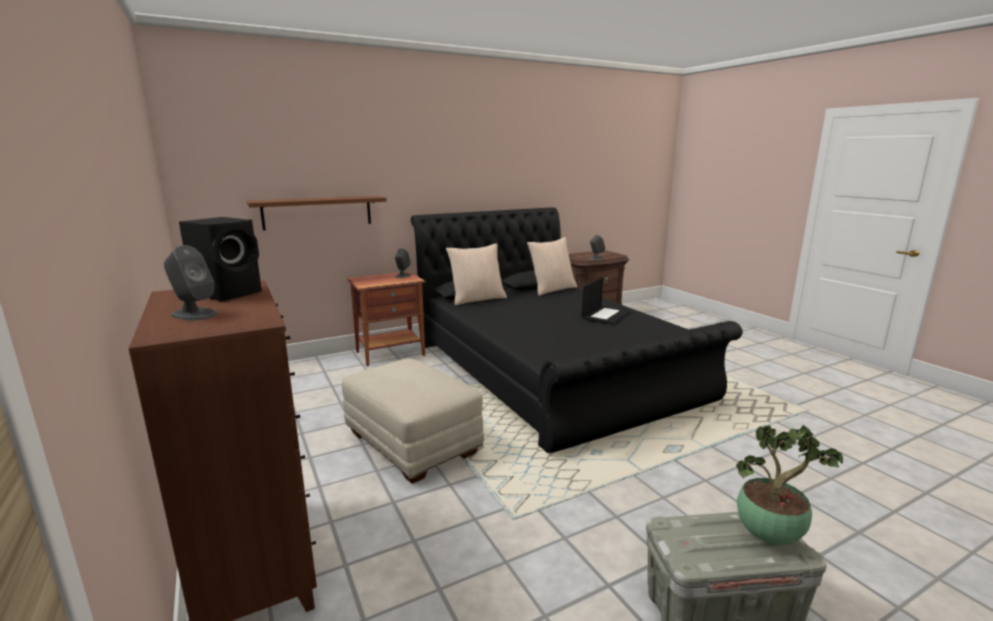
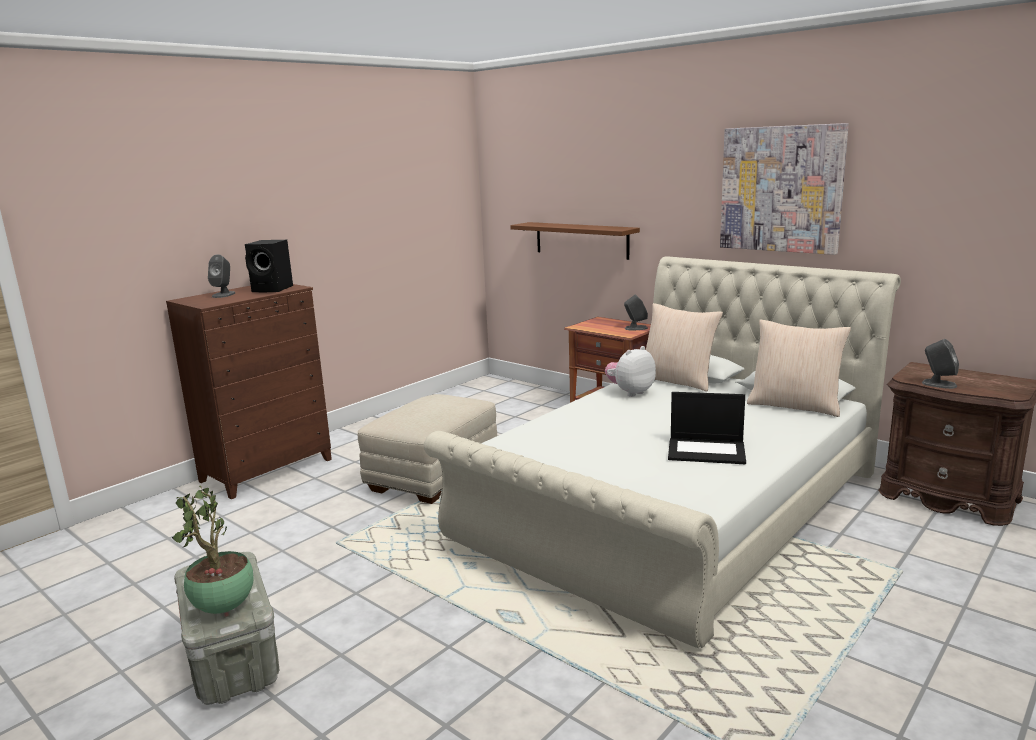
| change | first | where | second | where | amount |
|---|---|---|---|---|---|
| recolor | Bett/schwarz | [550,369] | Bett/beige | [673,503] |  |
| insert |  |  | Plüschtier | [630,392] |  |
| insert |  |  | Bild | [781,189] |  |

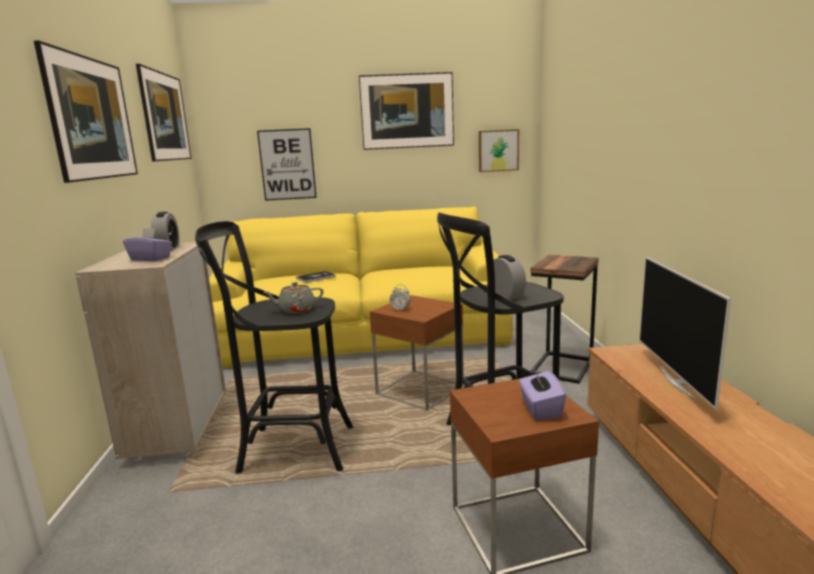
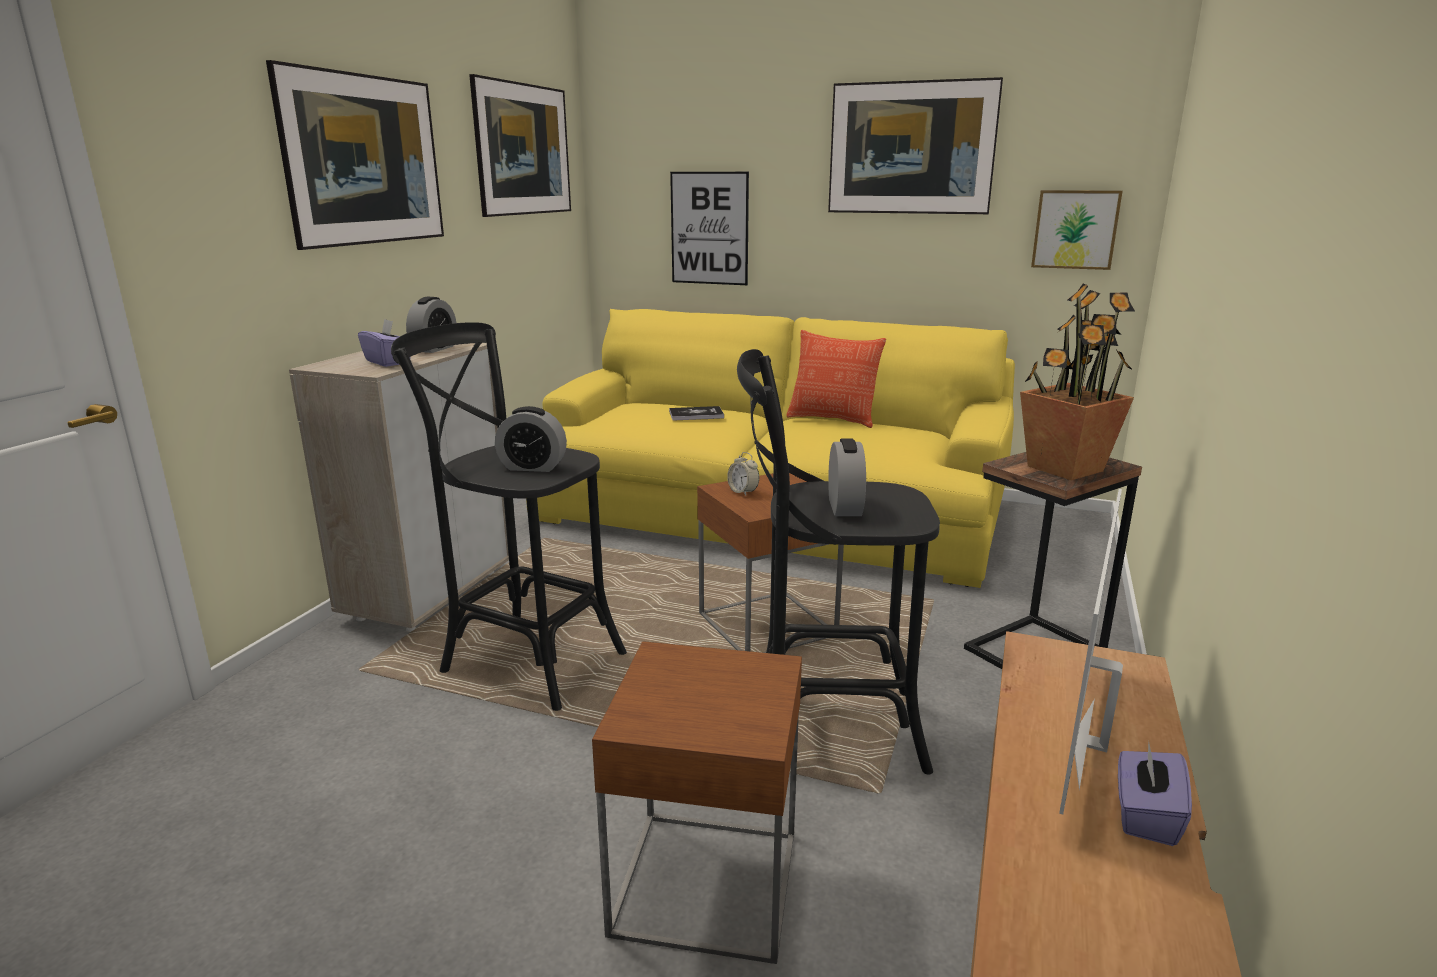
| change | first | where | second | where | amount |
|---|---|---|---|---|---|
| replace | Teekanne/grau | [296,310] | Wecker | [533,467] |  |
| move | Taschentuchbox/lila | [540,409] |  | [1145,816] |  |
| insert |  |  | Kissen/orange | [833,419] |  |
| insert |  |  | Topfpflanze | [1065,468] |  |

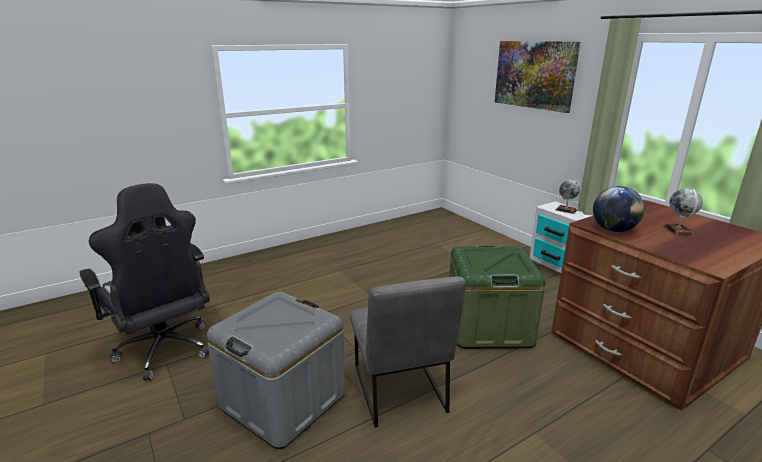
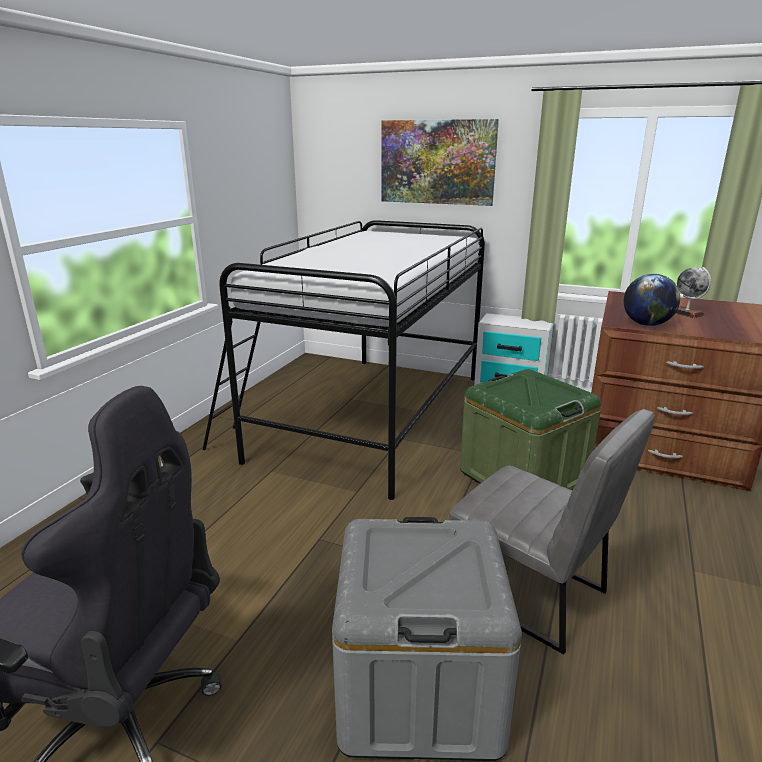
| change | first | where | second | where | amount |
|---|---|---|---|---|---|
| delete | Globus | [566,210] |  |  |  |
| insert |  |  | Bett/schwarz | [370,416] |  |

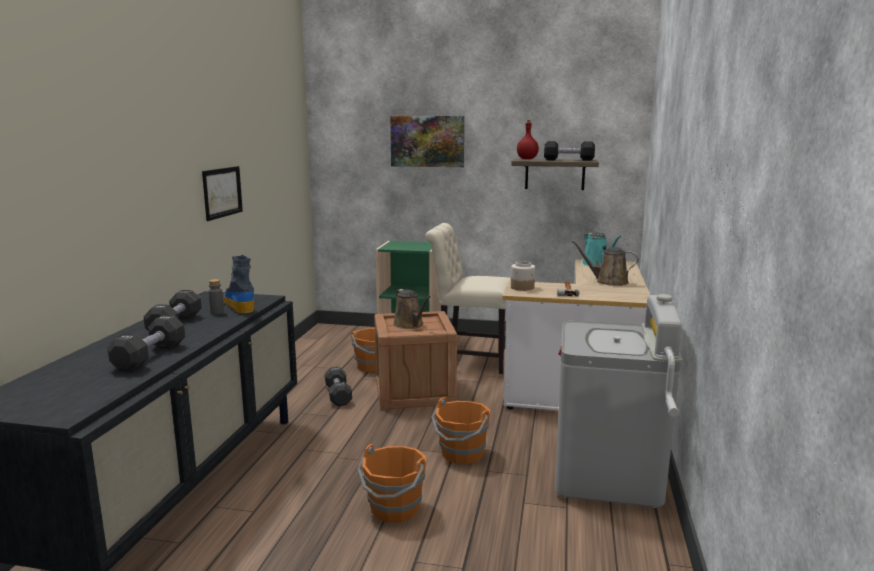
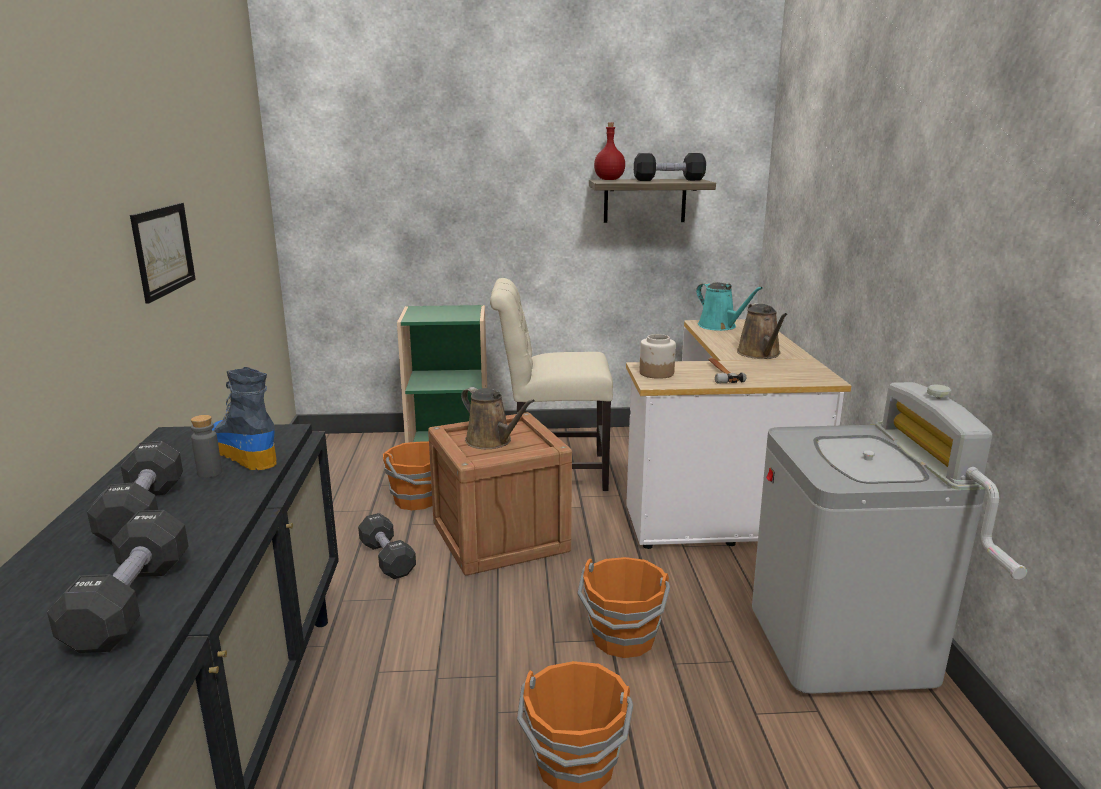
| change | first | where | second | where | amount |
|---|---|---|---|---|---|
| delete | Bild | [427,141] |  |  |  |
| rotate | Gießkanne/braun | [608,282] |  | [760,354] | 105 degrees counterclockwise |

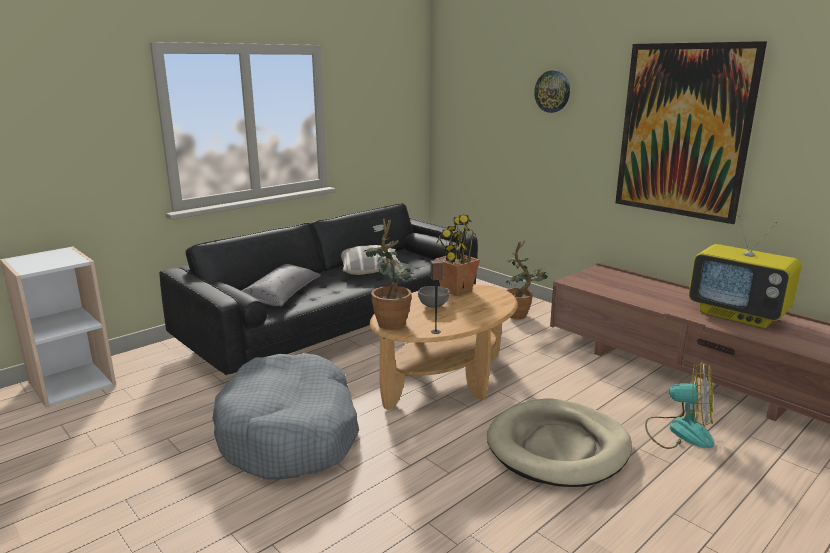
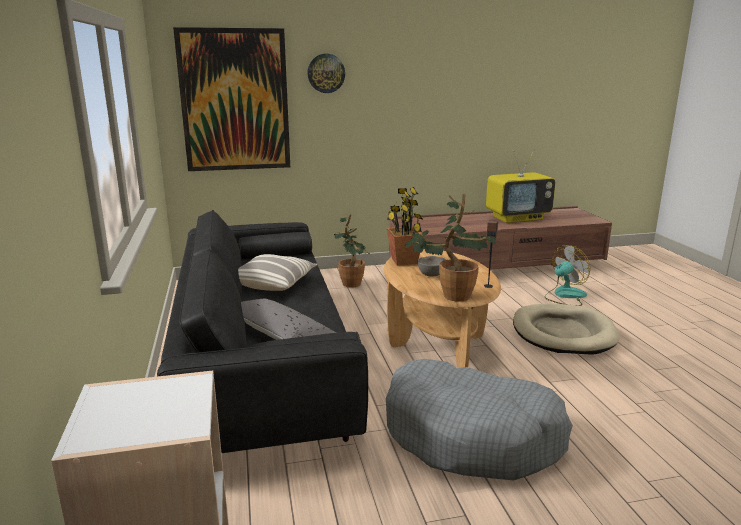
| change | first | where | second | where | amount |
|---|---|---|---|---|---|
| move | Bild | [683,131] |  | [235,101] |  |

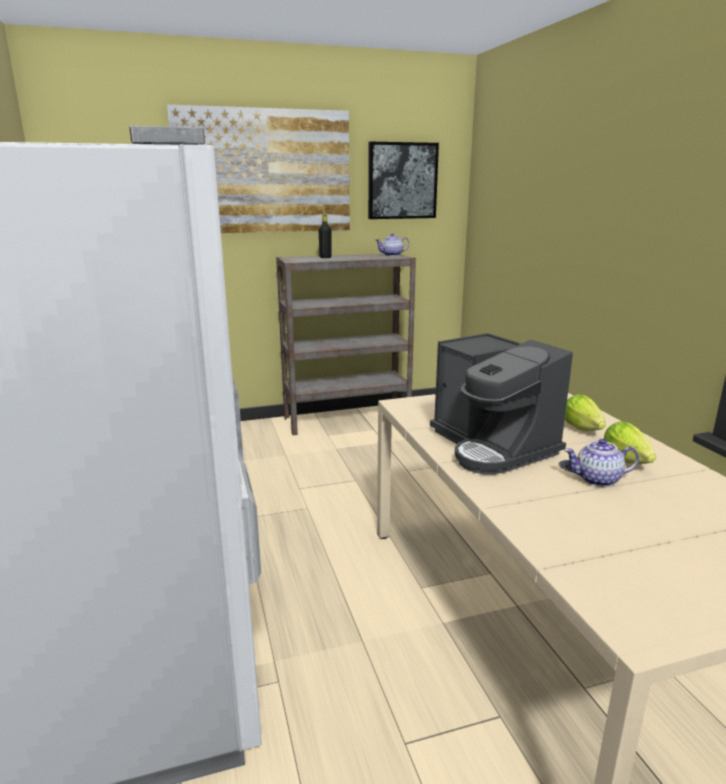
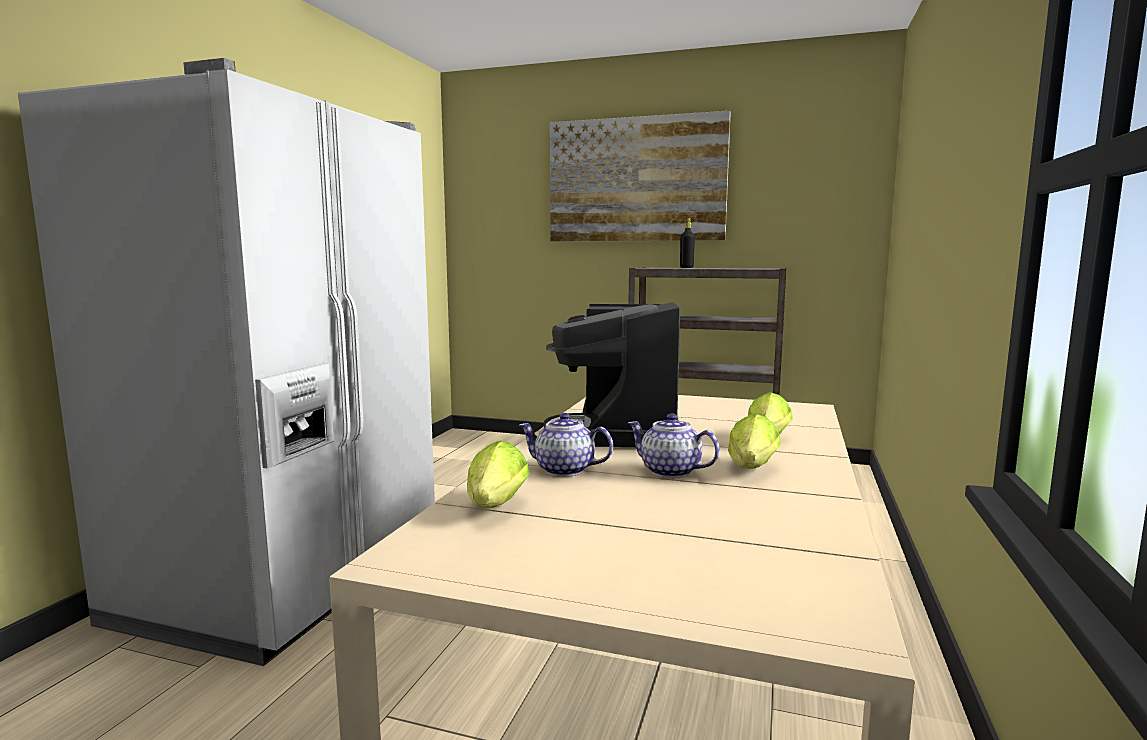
| change | first | where | second | where | amount |
|---|---|---|---|---|---|
| delete | Bild | [402,181] |  |  |  |
| move | Teekanne | [392,255] |  | [563,470] |  |
| insert |  |  | Salatkopf | [495,508] |  |

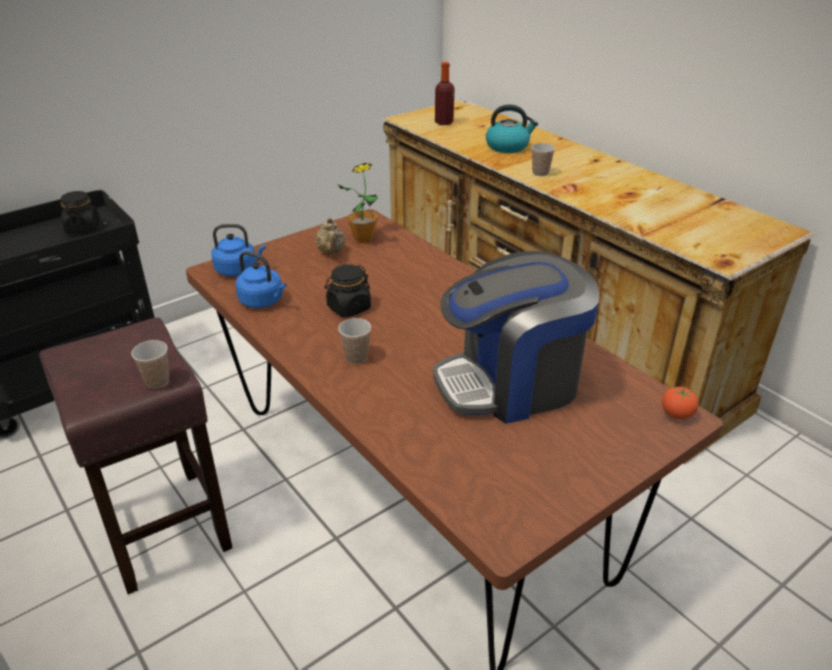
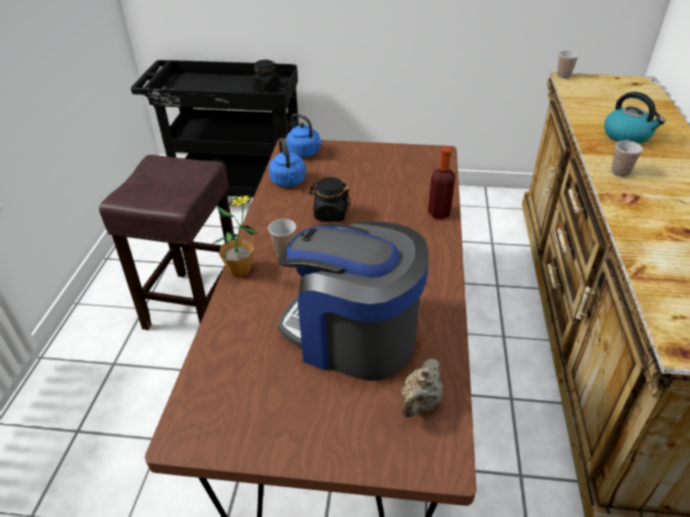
| change | first | where | second | where | amount |
|---|---|---|---|---|---|
| move | Tasse | [157,381] |  | [563,76] |  |
| move | Teekanne/beige | [331,252] |  | [420,403] |  |
| move | Topfpflanze | [363,239] |  | [240,270] |  |
| move | Flasche | [444,122] |  | [439,213] |  |
| delete | Tomate | [676,415] |  |  |  |

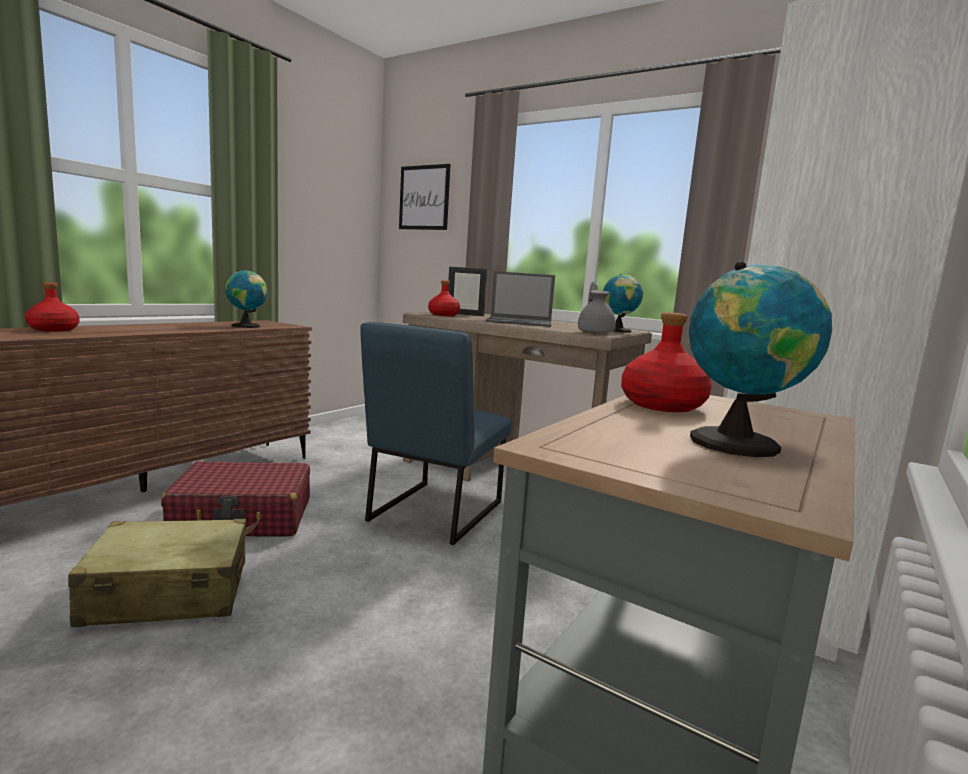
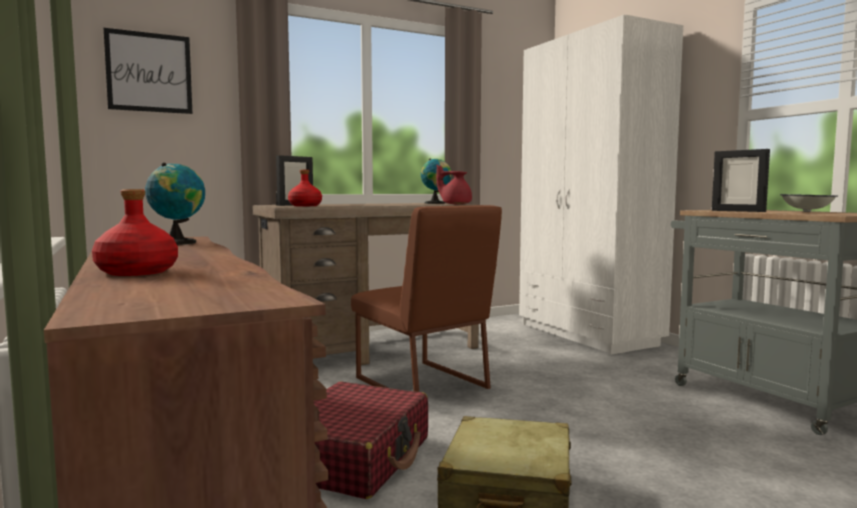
| change | first | where | second | where | amount |
|---|---|---|---|---|---|
| recolor | Stuhl/blau | [433,512] | Stuhl/braun | [423,384] |  |
| delete | Laptop | [520,322] |  |  |  |
| recolor | Teekanne/grau | [595,333] | Teekanne/rot | [455,204] |  |
| replace | Flasche/rot | [663,405] | Bilderrahmen | [738,211] |  |
| replace | Globus | [739,444] | Schüssel | [806,212] |  |

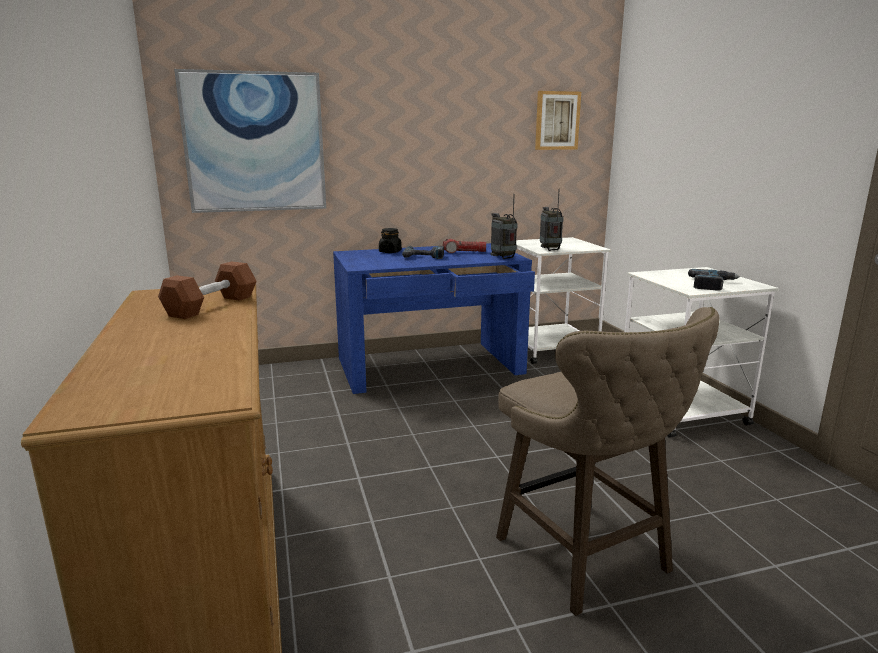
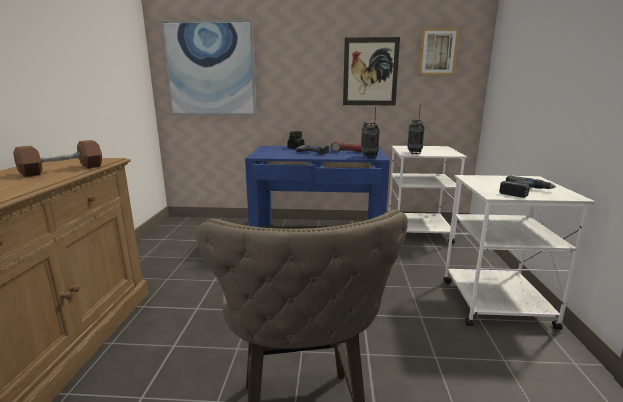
| change | first | where | second | where | amount |
|---|---|---|---|---|---|
| insert |  |  | Bild | [370,72] |  |

